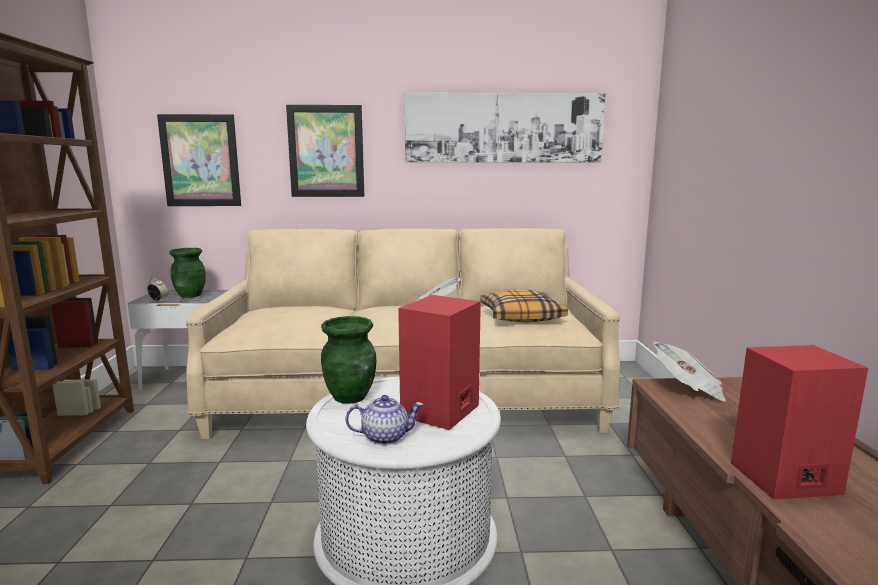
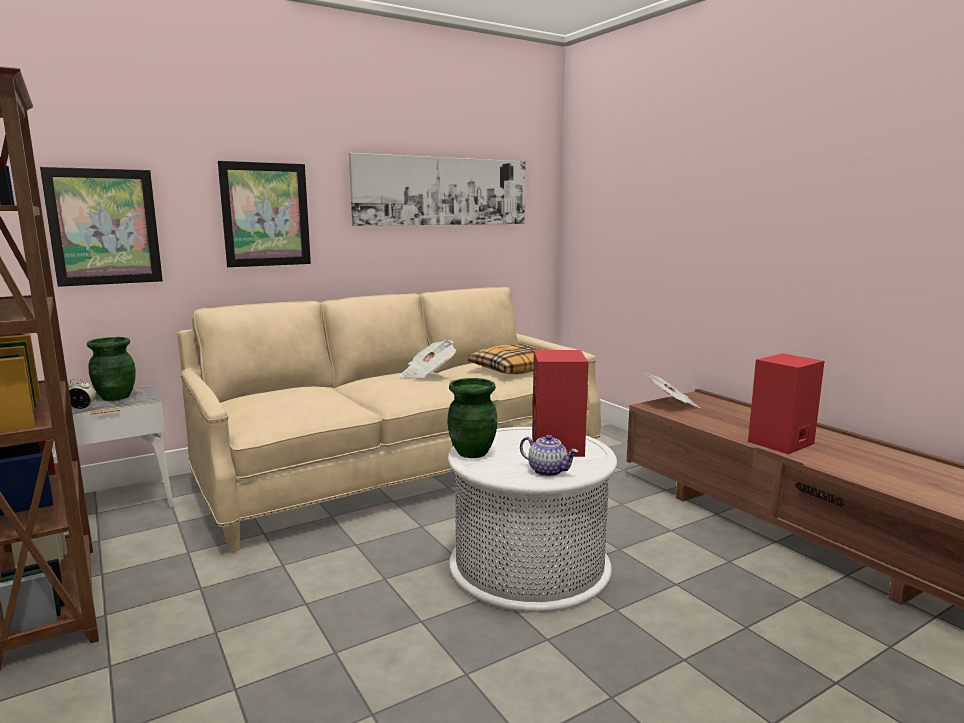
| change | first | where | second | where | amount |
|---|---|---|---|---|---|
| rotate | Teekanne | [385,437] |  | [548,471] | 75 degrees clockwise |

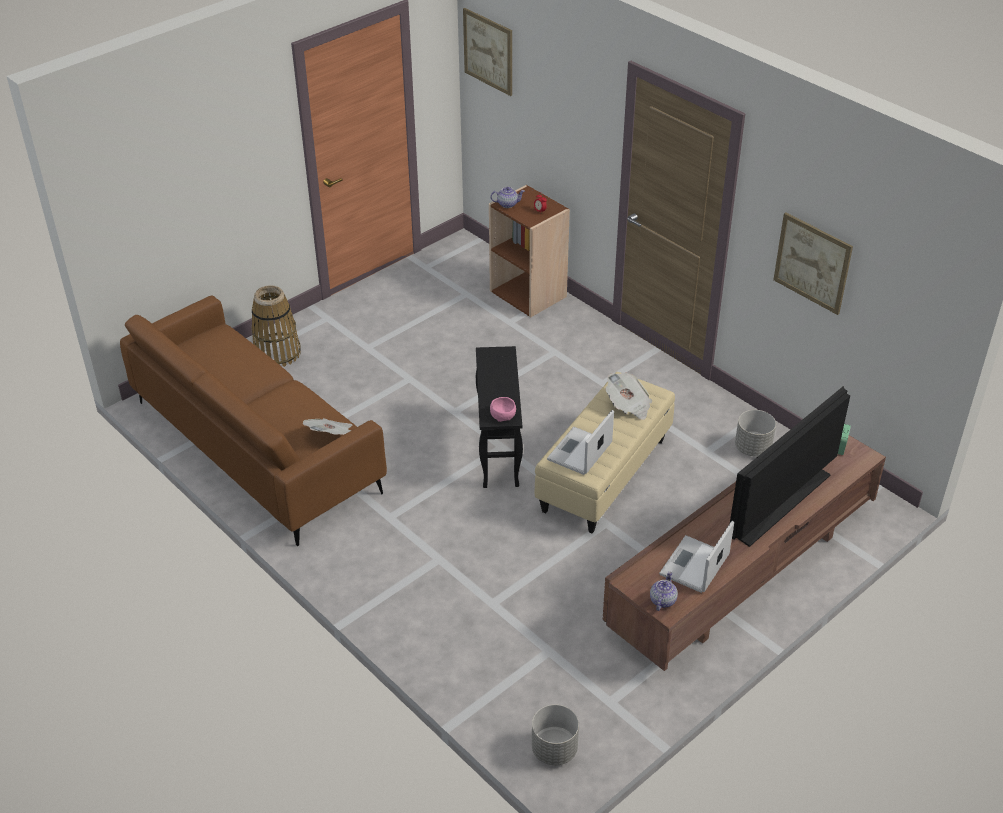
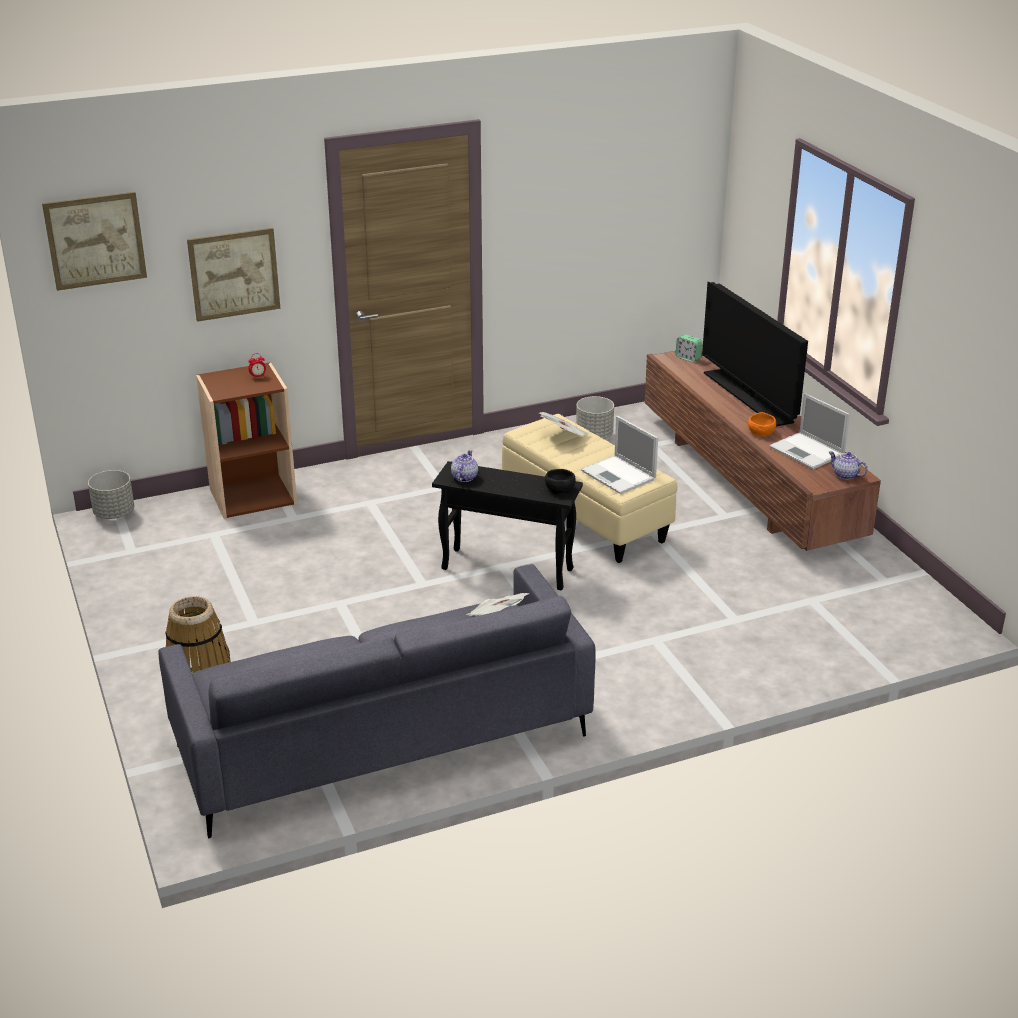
| change | first | where | second | where | amount |
|---|---|---|---|---|---|
| recolor | Sofa/braun | [255,446] | Sofa/grau | [381,742] |  |
| move | Teekanne | [507,204] |  | [464,477] |  |
| recolor | Schüssel/rosa | [503,415] | Schüssel/schwarz | [559,488] |  |
| move | Pflanzkübel/grau | [554,750] |  | [114,514] |  |
| move | Bild | [812,263] |  | [234,274] |  |
| insert |  |  | Schüssel/orange | [761,432] |  |

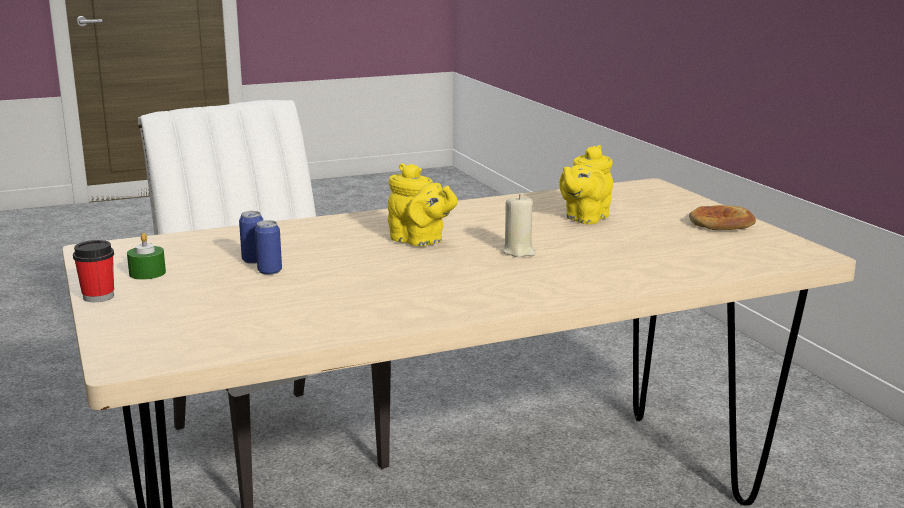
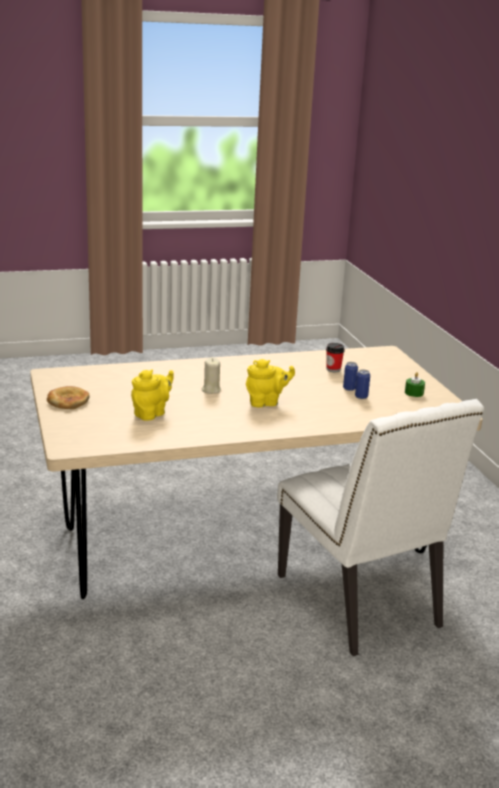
| change | first | where | second | where | amount |
|---|---|---|---|---|---|
| move | Tasse | [98,297] |  | [333,369] |  |
| rotate | Teekanne/gelb | [420,241] |  | [266,403] | 120 degrees clockwise |

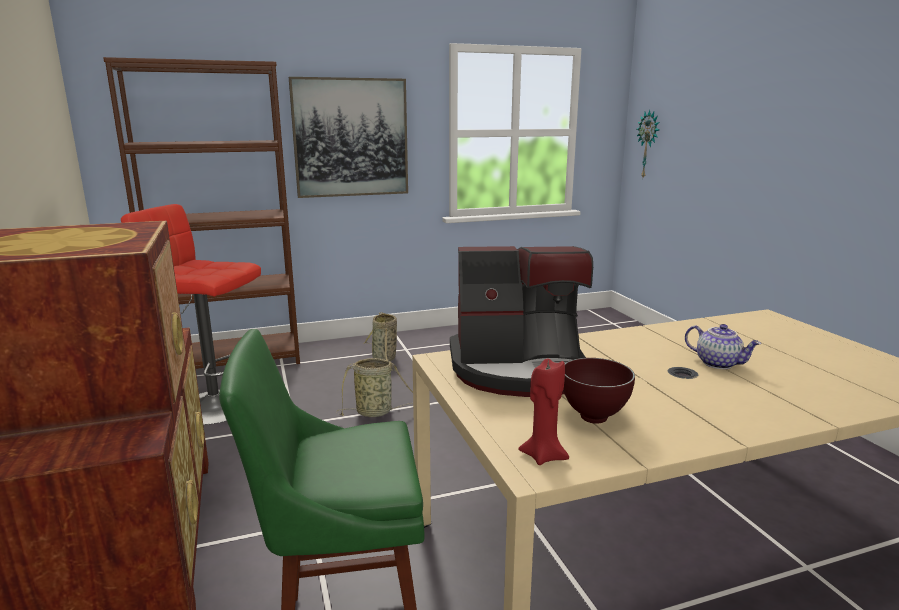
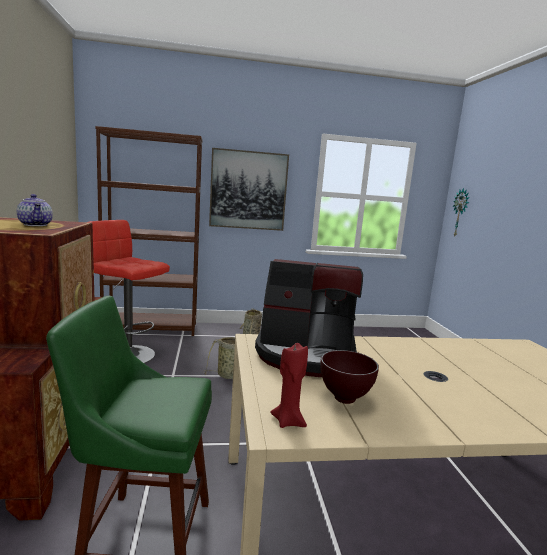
| change | first | where | second | where | amount |
|---|---|---|---|---|---|
| move | Teekanne | [718,363] |  | [36,225] |  |

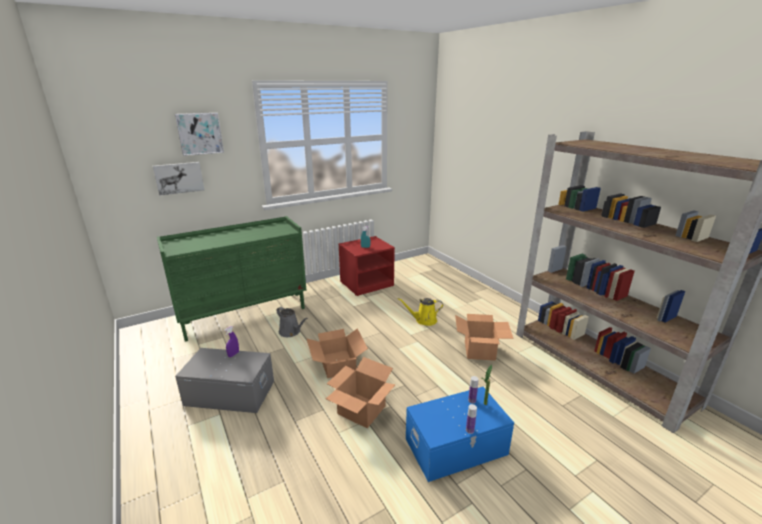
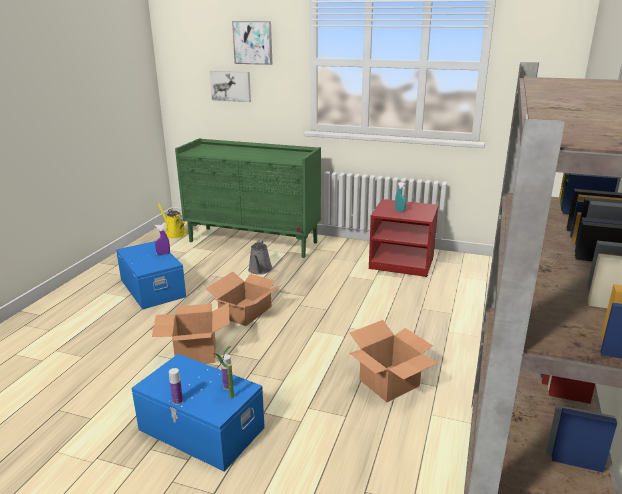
| change | first | where | second | where | amount |
|---|---|---|---|---|---|
| recolor | Aufbewahrungsbox/grau | [230,392] | Aufbewahrungsbox/blau | [153,288] |  |
| move | Gießkanne/gelb | [424,320] |  | [174,233] |  |

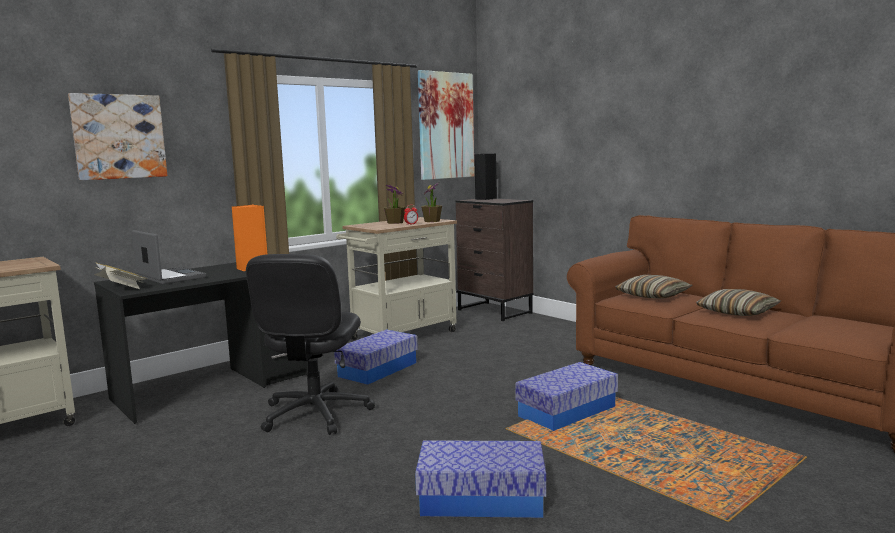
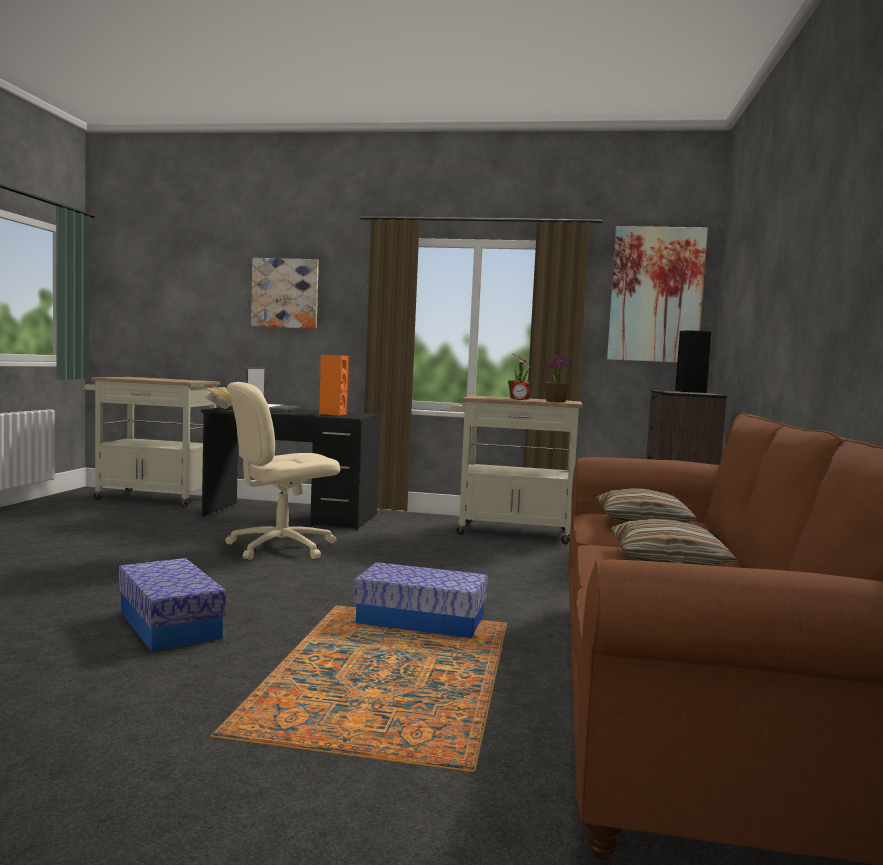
| change | first | where | second | where | amount |
|---|---|---|---|---|---|
| recolor | Bürostuhl/schwarz | [315,413] | Bürostuhl/beige | [281,547] |  |
| delete | Aufbewahrungsbox | [378,369] |  |  |  |

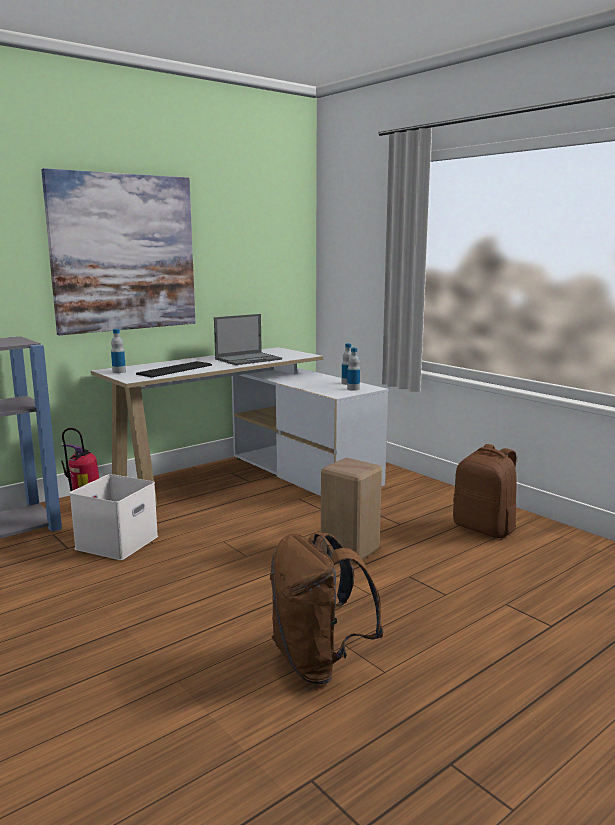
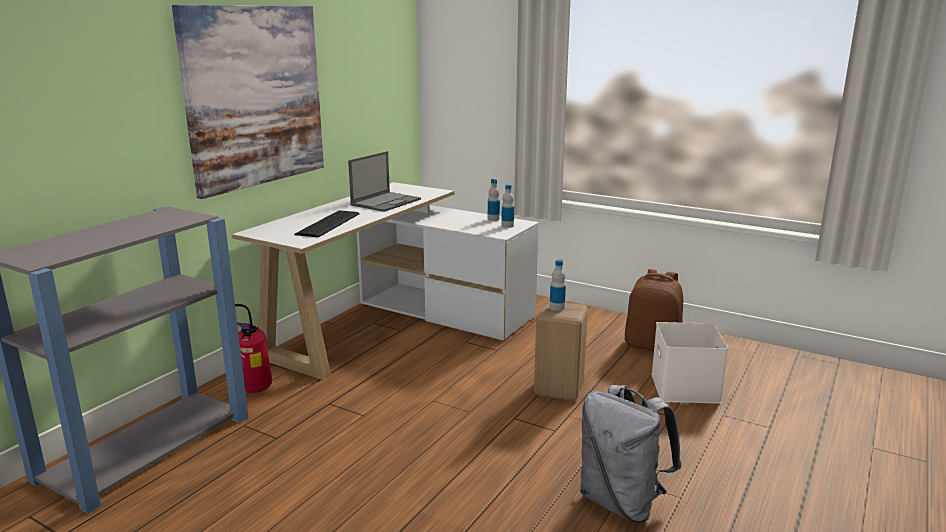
| change | first | where | second | where | amount |
|---|---|---|---|---|---|
| move | Aufbewahrungsbox/weiß | [117,542] |  | [683,387] |  |
| move | Flasche | [119,372] |  | [557,307] |  |
| recolor | Rucksack/braun | [318,662] | Rucksack/grau | [622,502] |  |

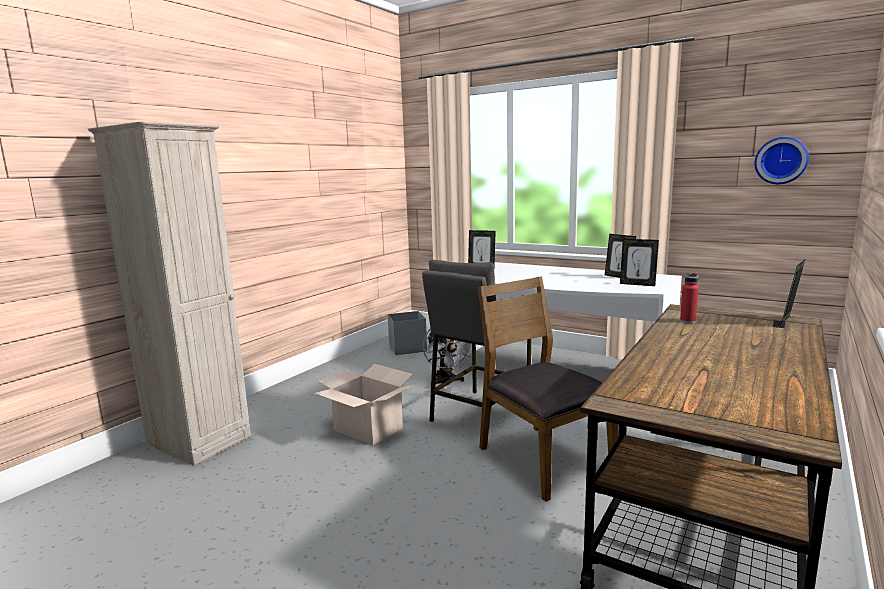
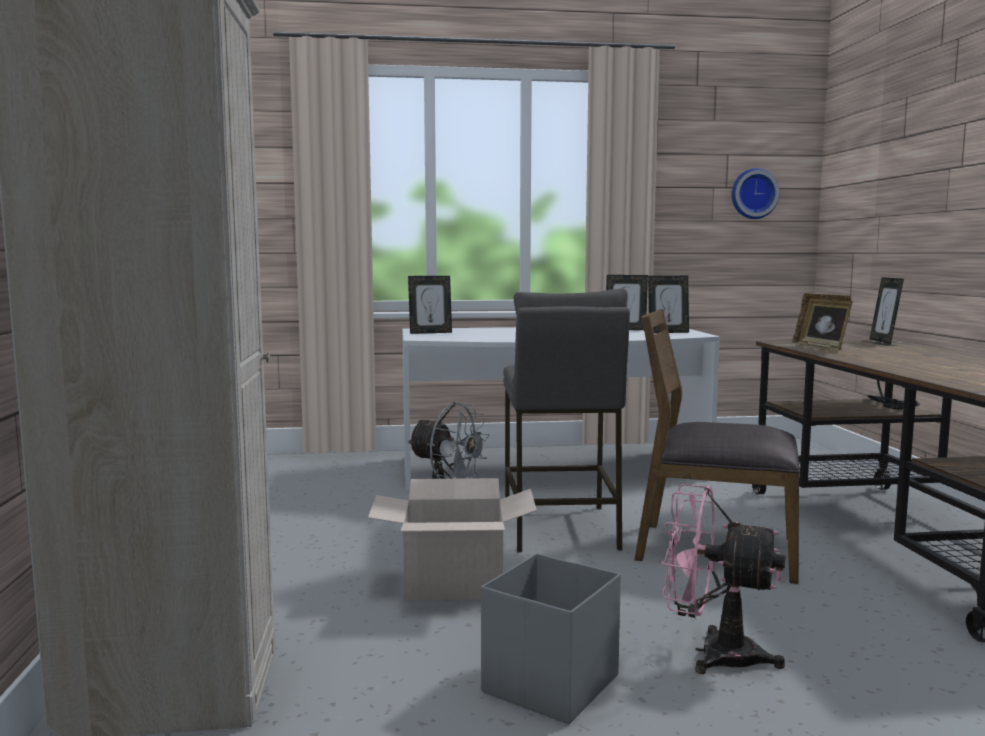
| change | first | where | second | where | amount |
|---|---|---|---|---|---|
| move | Aufbewahrungsbox/grau | [407,348] |  | [549,685] |  |
| replace | Flasche/rot | [688,321] | Bilderrahmen | [821,348] |  |
| insert |  |  | Ventilator/rosa | [713,654] |  |

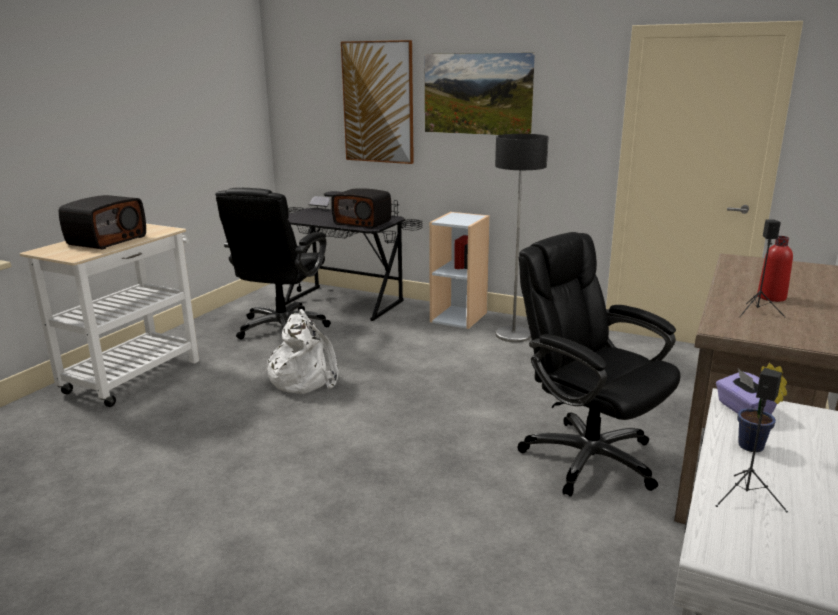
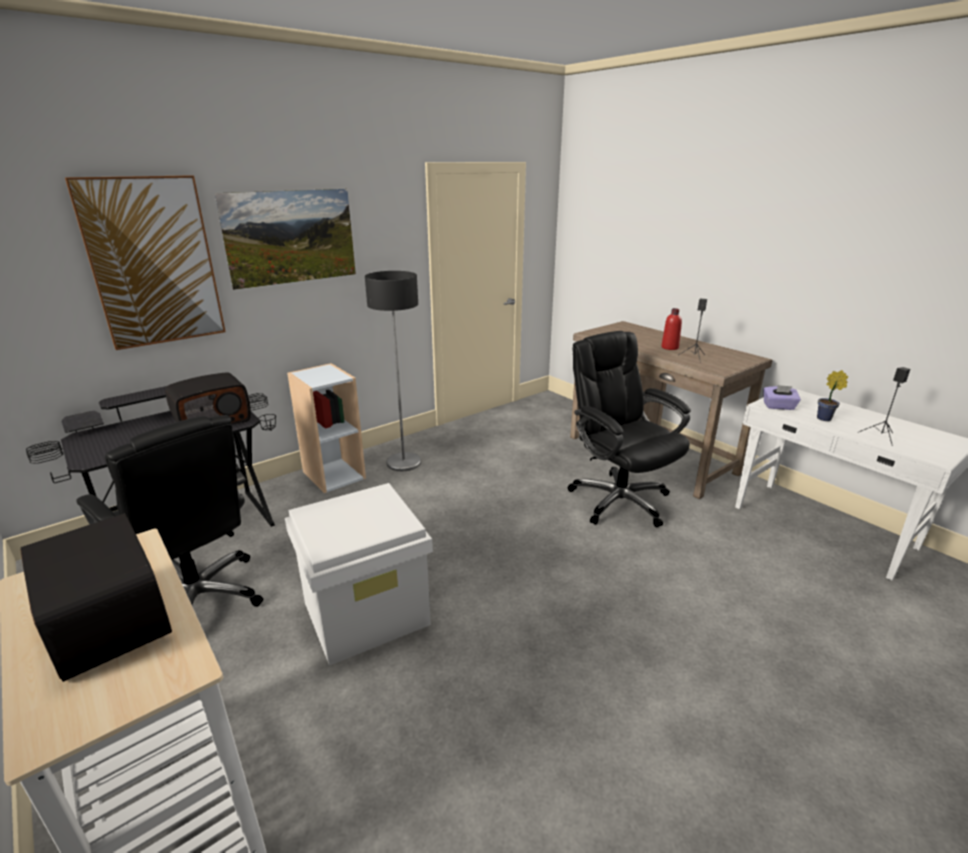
| change | first | where | second | where | amount |
|---|---|---|---|---|---|
| replace | Rucksack/weiß | [303,379] | Aufbewahrungsbox/weiß | [367,612] |  |
| rotate | Bürostuhl/schwarz | [589,459] |  | [619,501] | 75 degrees clockwise |

